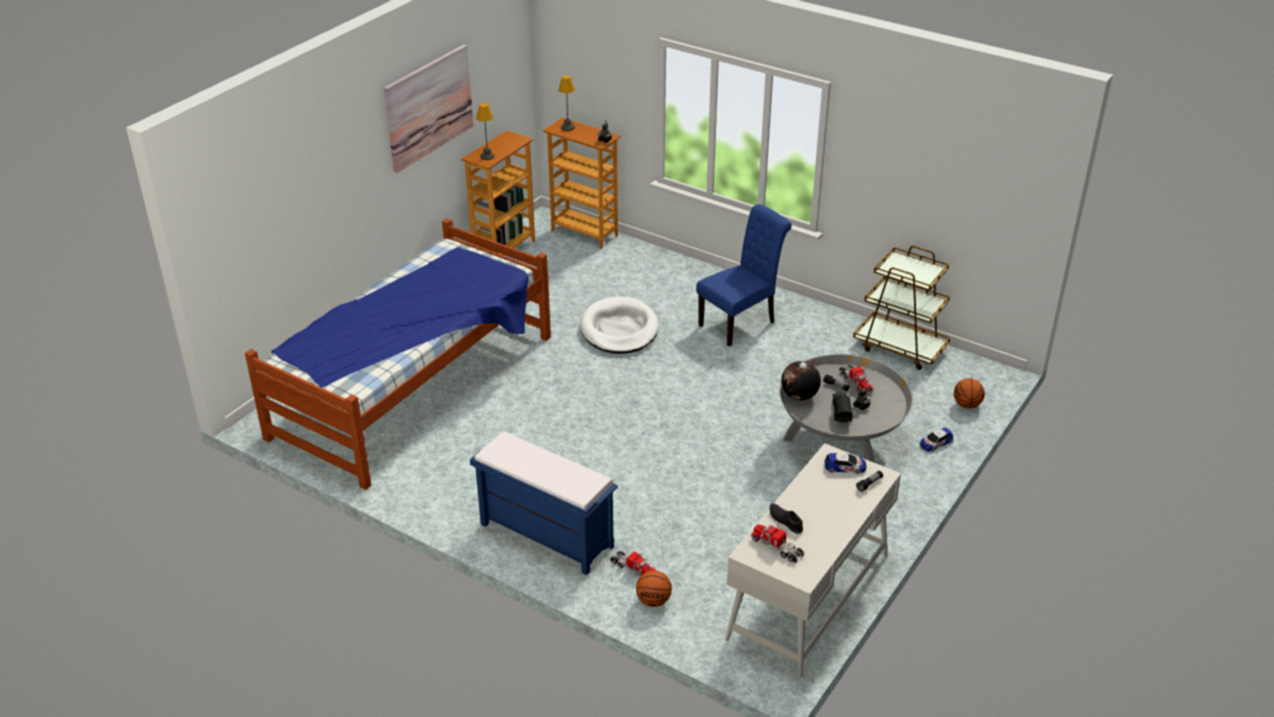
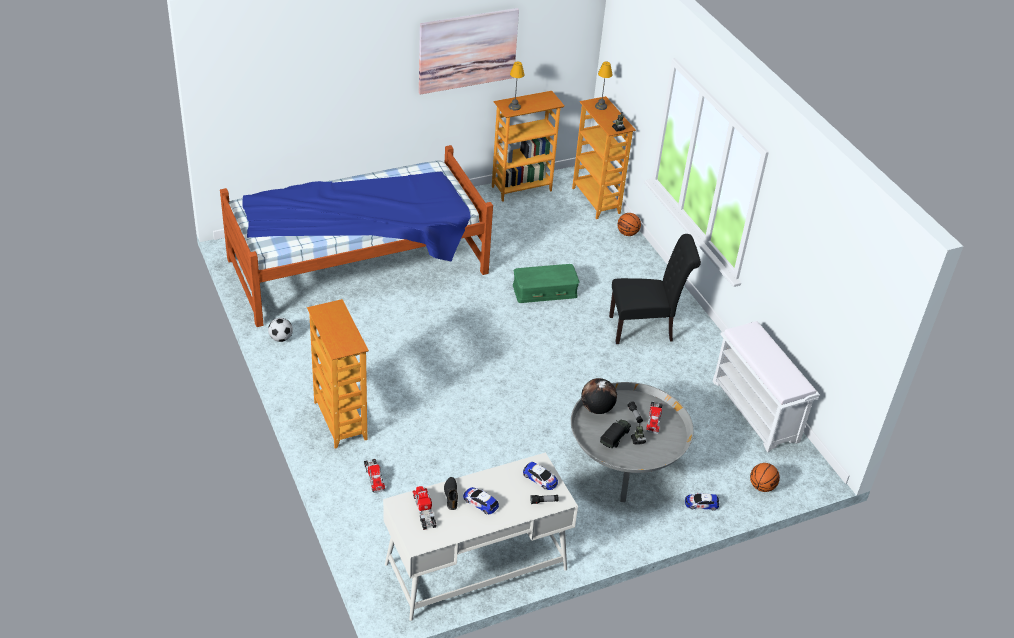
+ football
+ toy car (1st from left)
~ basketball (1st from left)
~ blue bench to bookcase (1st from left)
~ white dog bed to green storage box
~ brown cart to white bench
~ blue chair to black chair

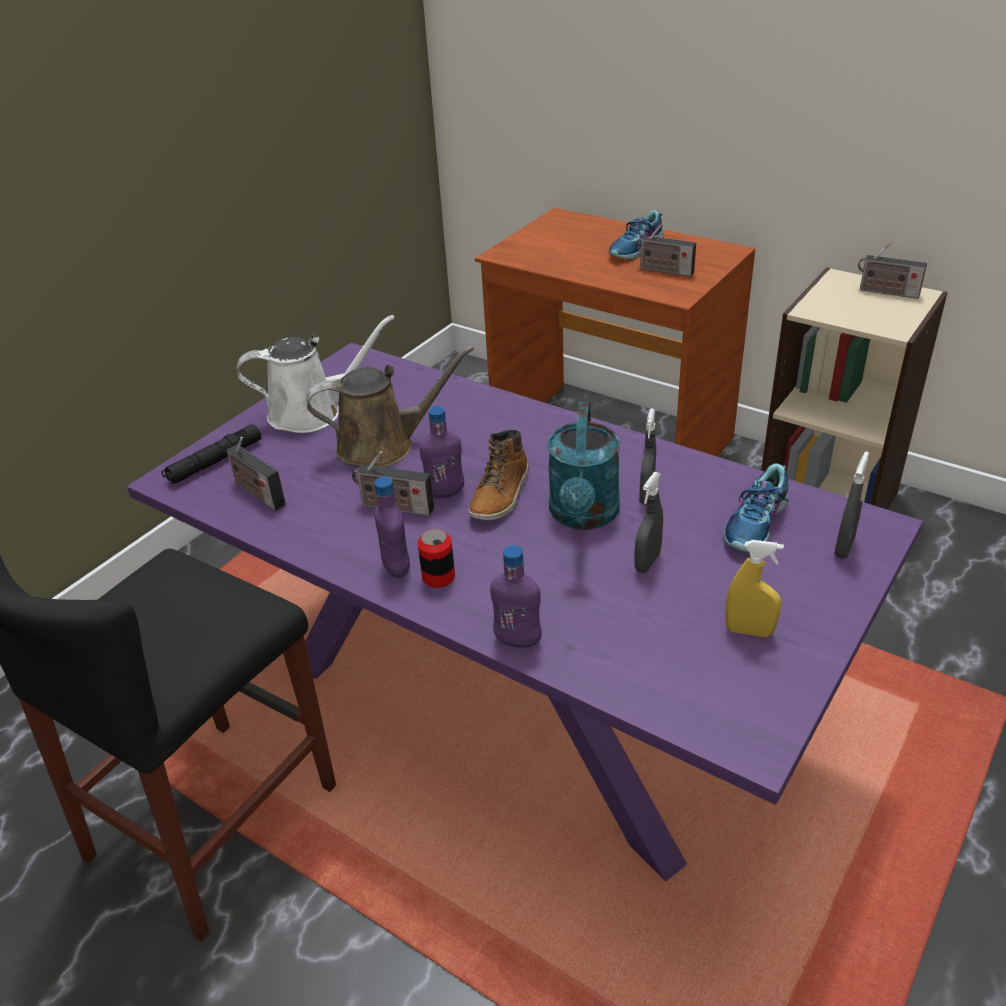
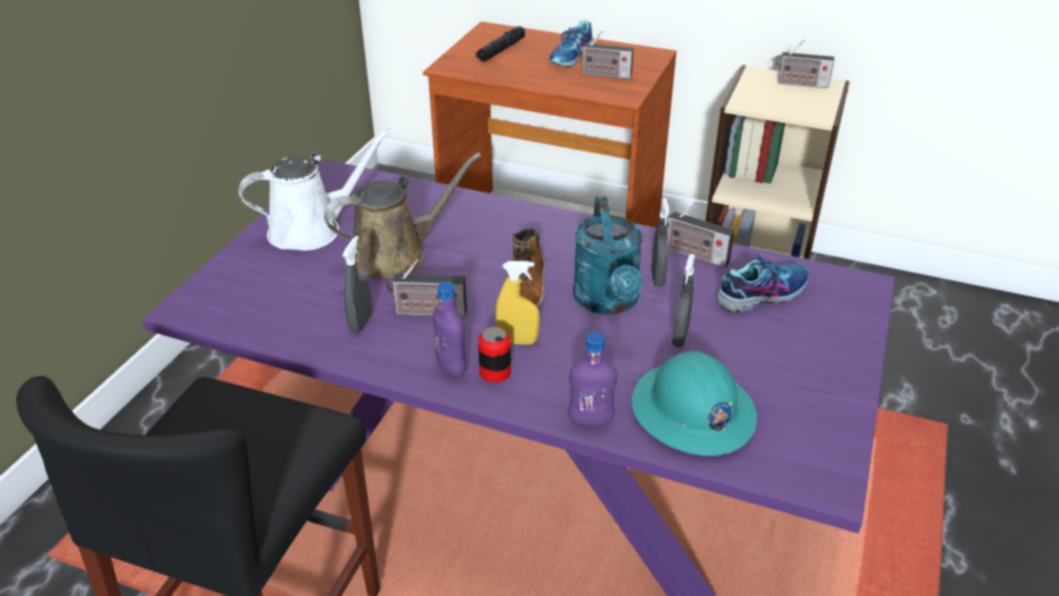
- purple bottle (2nd from left)
+ turquoise hard hat
~ black flashlight
~ radio (1st from left in the first image) to radio (3rd from left)
~ yellow spray bottle
~ grey spray bottle (3rd from left in the first image) to grey spray bottle (1st from left)
~ shoe (2nd from left) 135 degrees counterclockwise

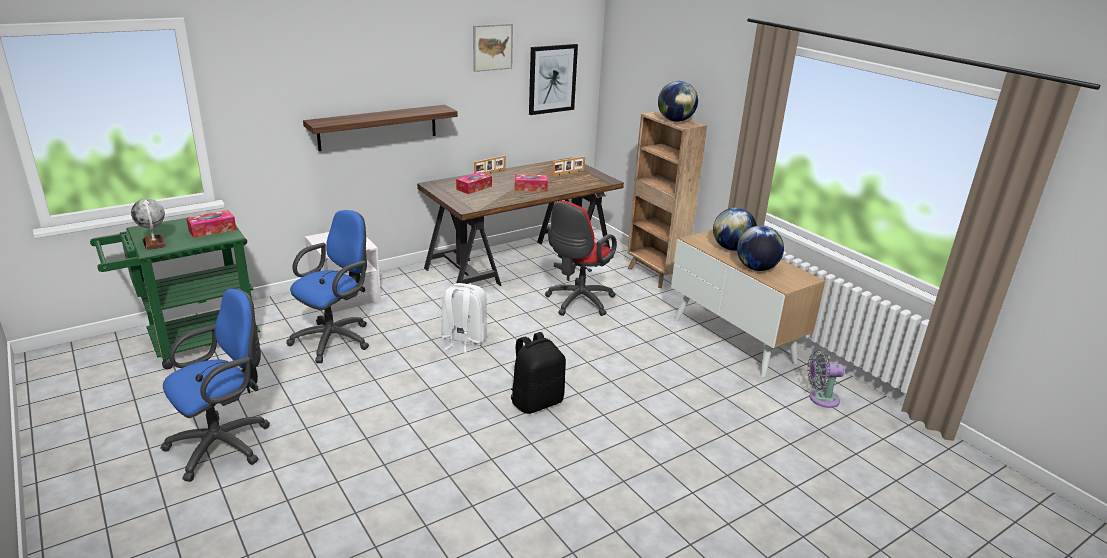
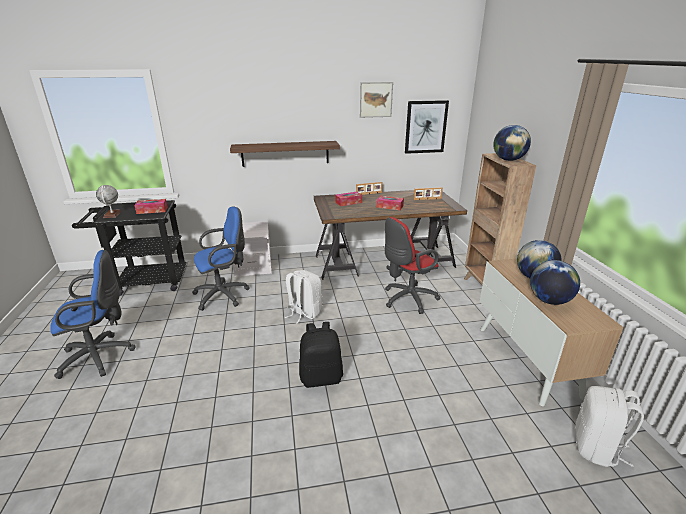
~ grey fan to white backpack (2nd from left)
~ green cart to black cart

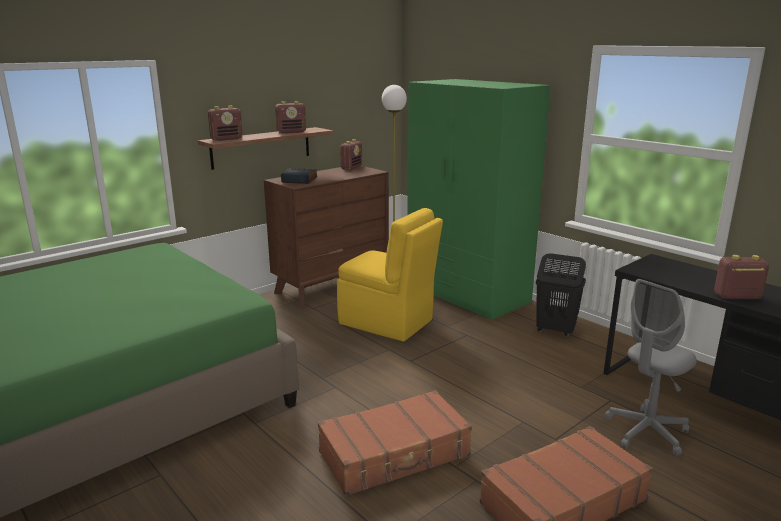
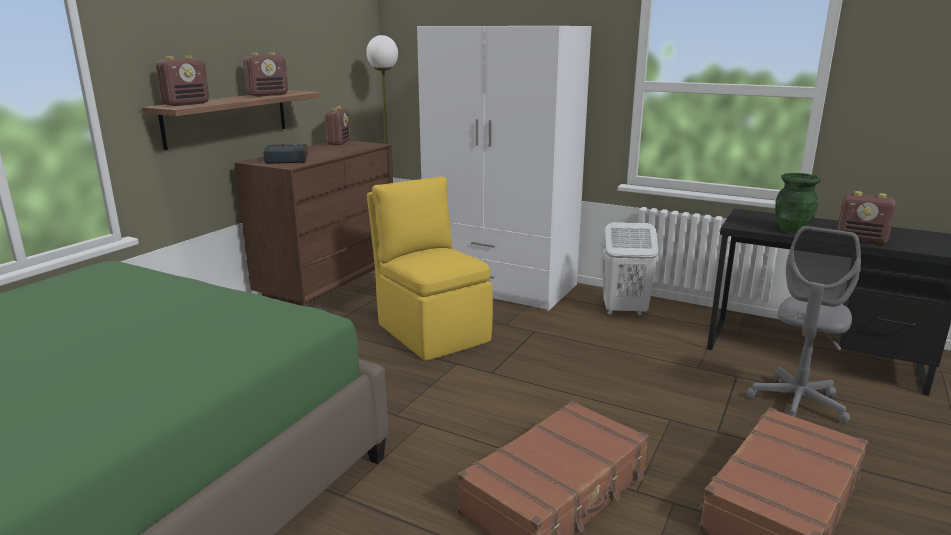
+ green vase
~ green wardrobe to white wardrobe
~ black laundry basket to white laundry basket
~ yellow chair 135 degrees counterclockwise
~ radio (4th from left) 135 degrees counterclockwise

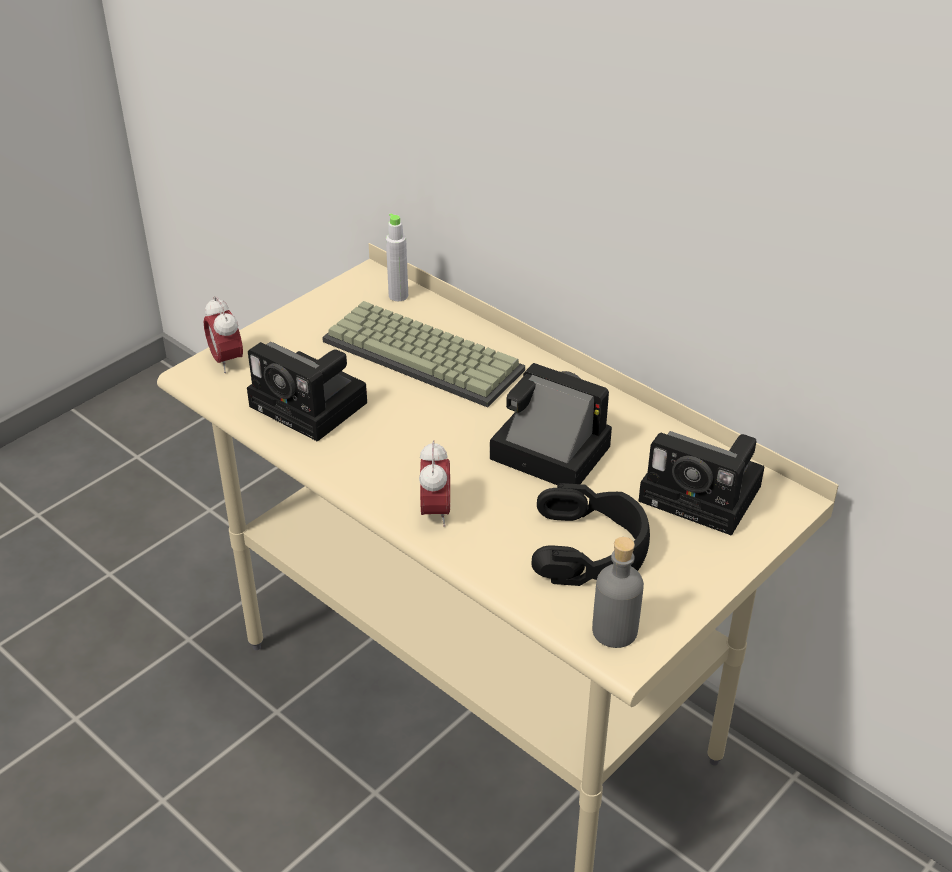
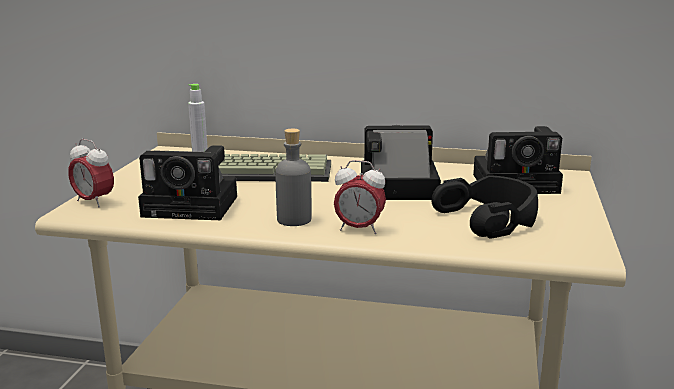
~ grey bottle (2nd from left)
~ alarm clock (2nd from left) 135 degrees clockwise

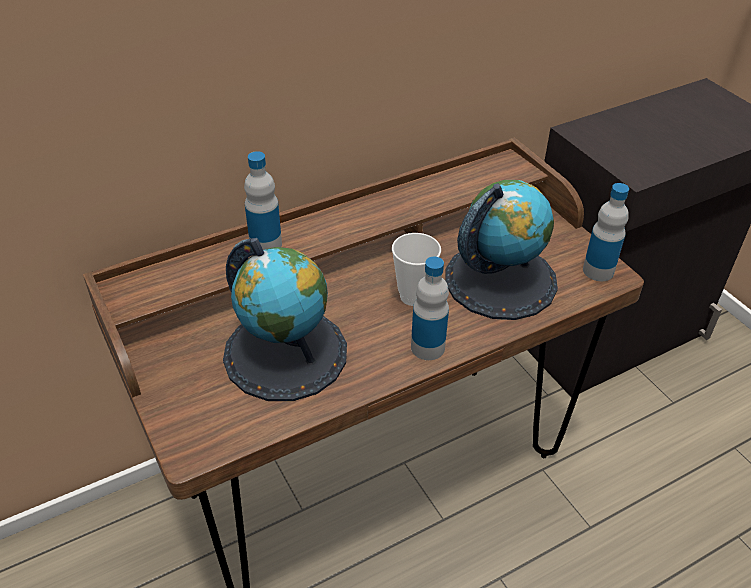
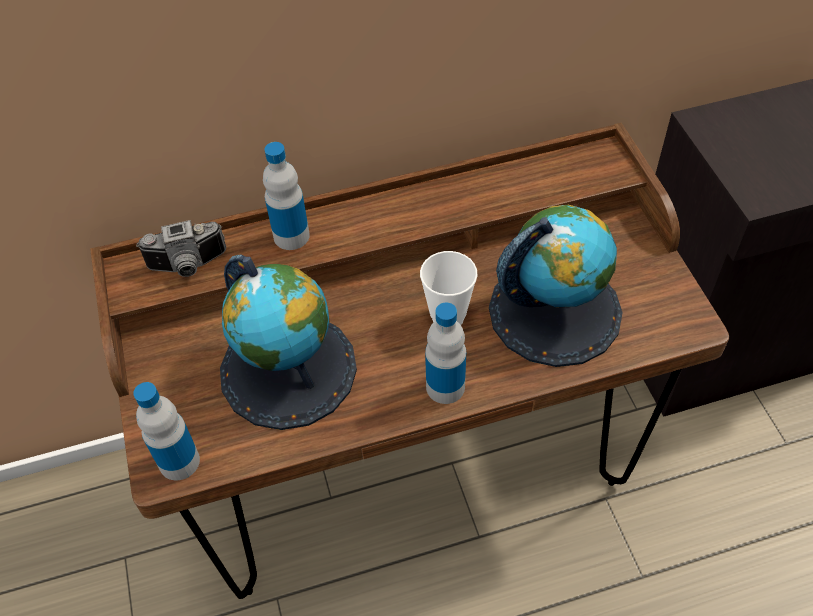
+ photo camera
~ bottle (3rd from left in the first image) to bottle (1st from left)

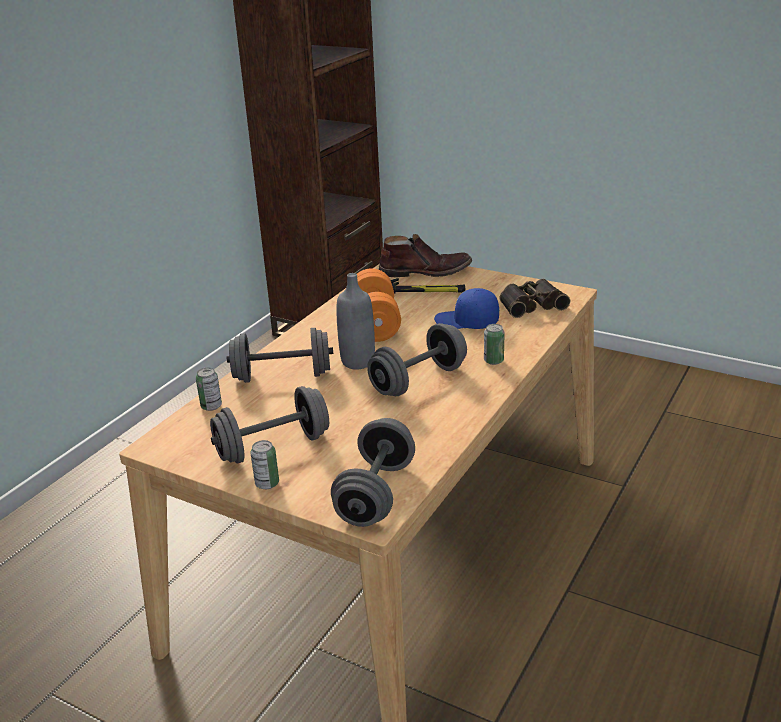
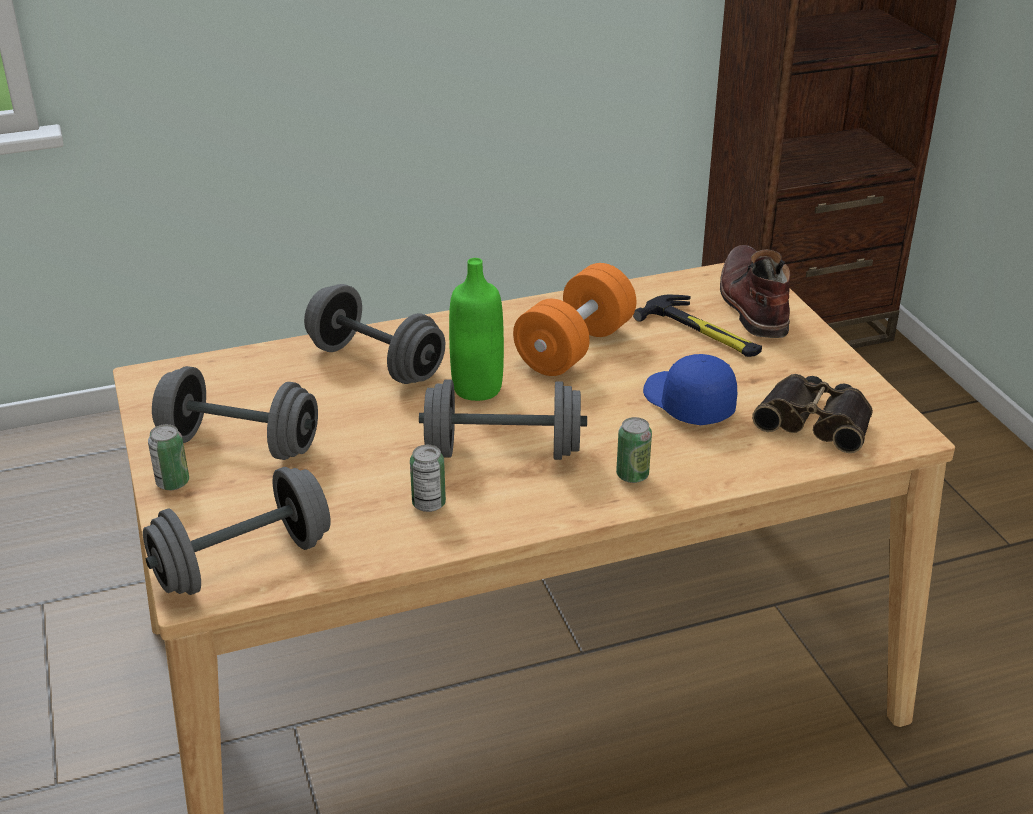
~ can (1st from left in the first image) to can (2nd from left)
~ grey bottle to green bottle
~ brown boot 135 degrees counterclockwise

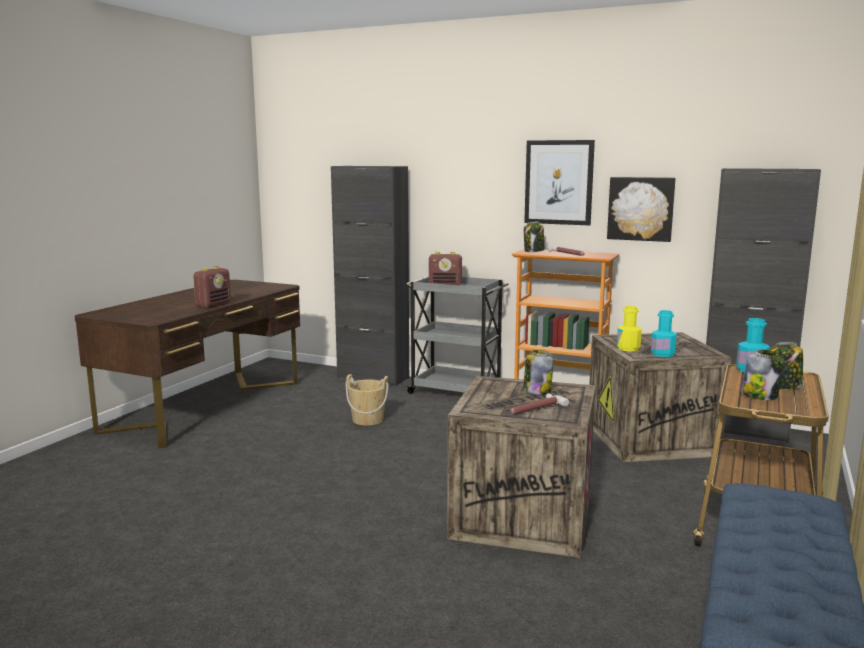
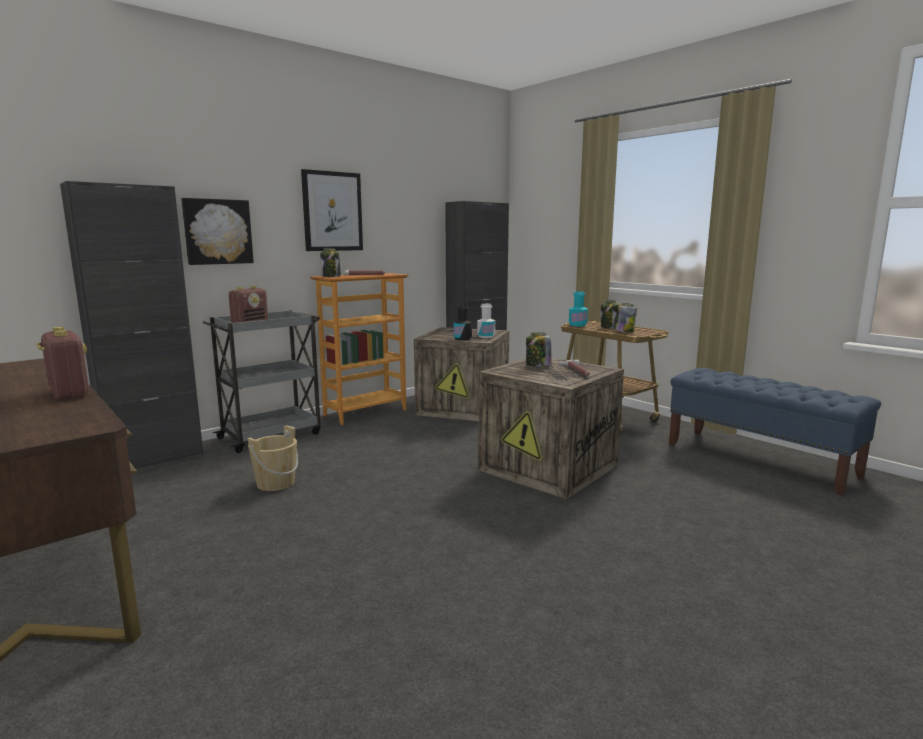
~ picture (2nd from left in the first image) to picture (1st from left)
~ yellow bottle to black bottle
~ turquoise bottle (1st from left) to white bottle

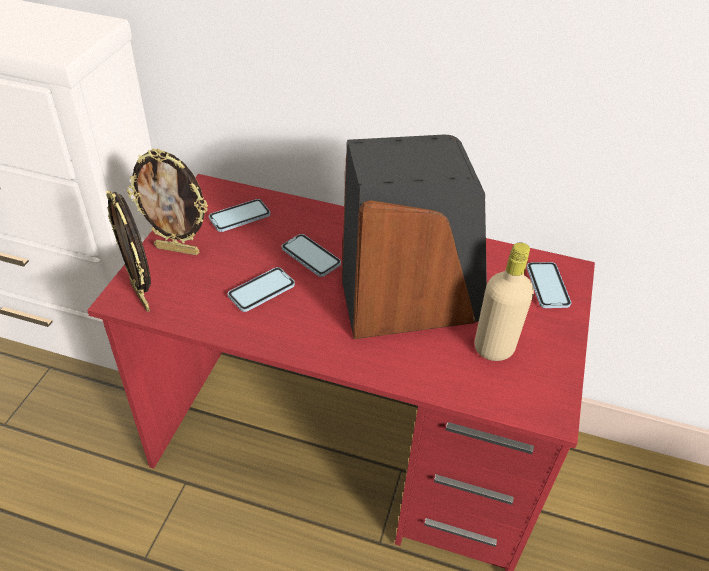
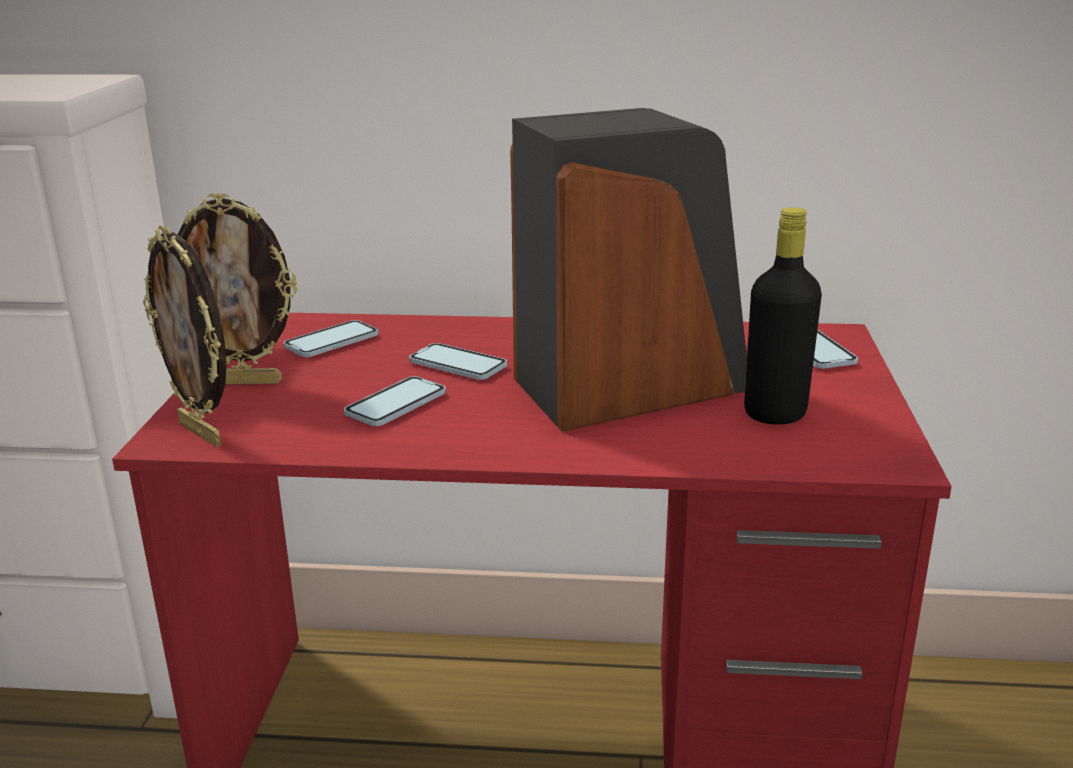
~ beige bottle to black bottle

